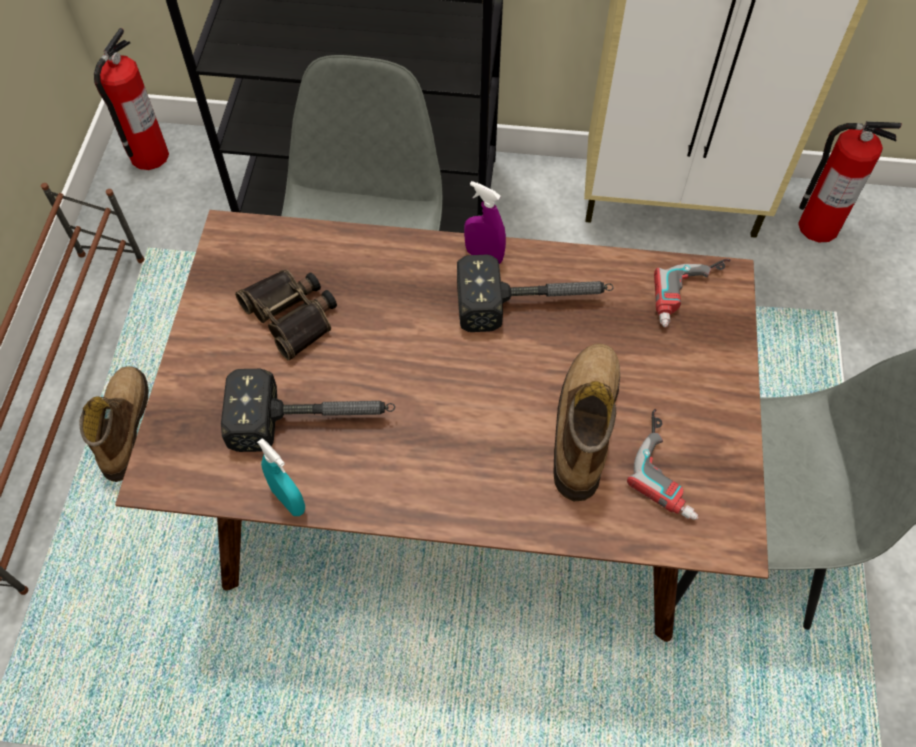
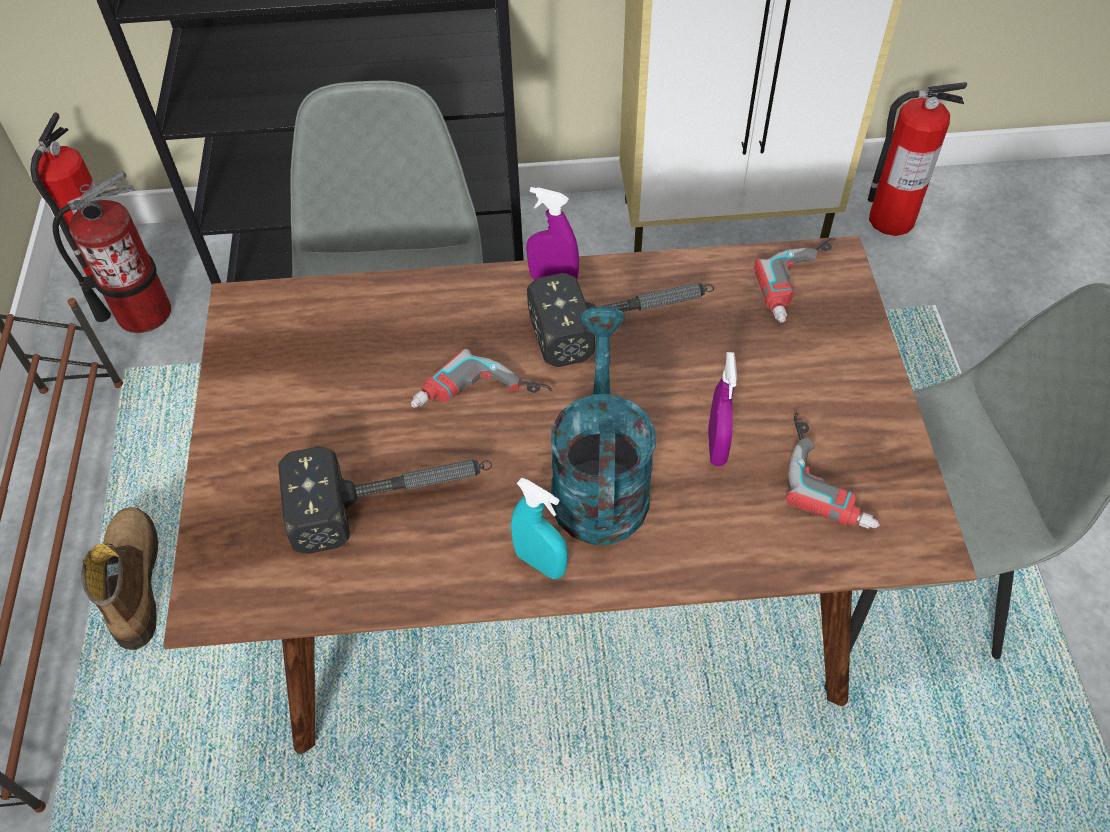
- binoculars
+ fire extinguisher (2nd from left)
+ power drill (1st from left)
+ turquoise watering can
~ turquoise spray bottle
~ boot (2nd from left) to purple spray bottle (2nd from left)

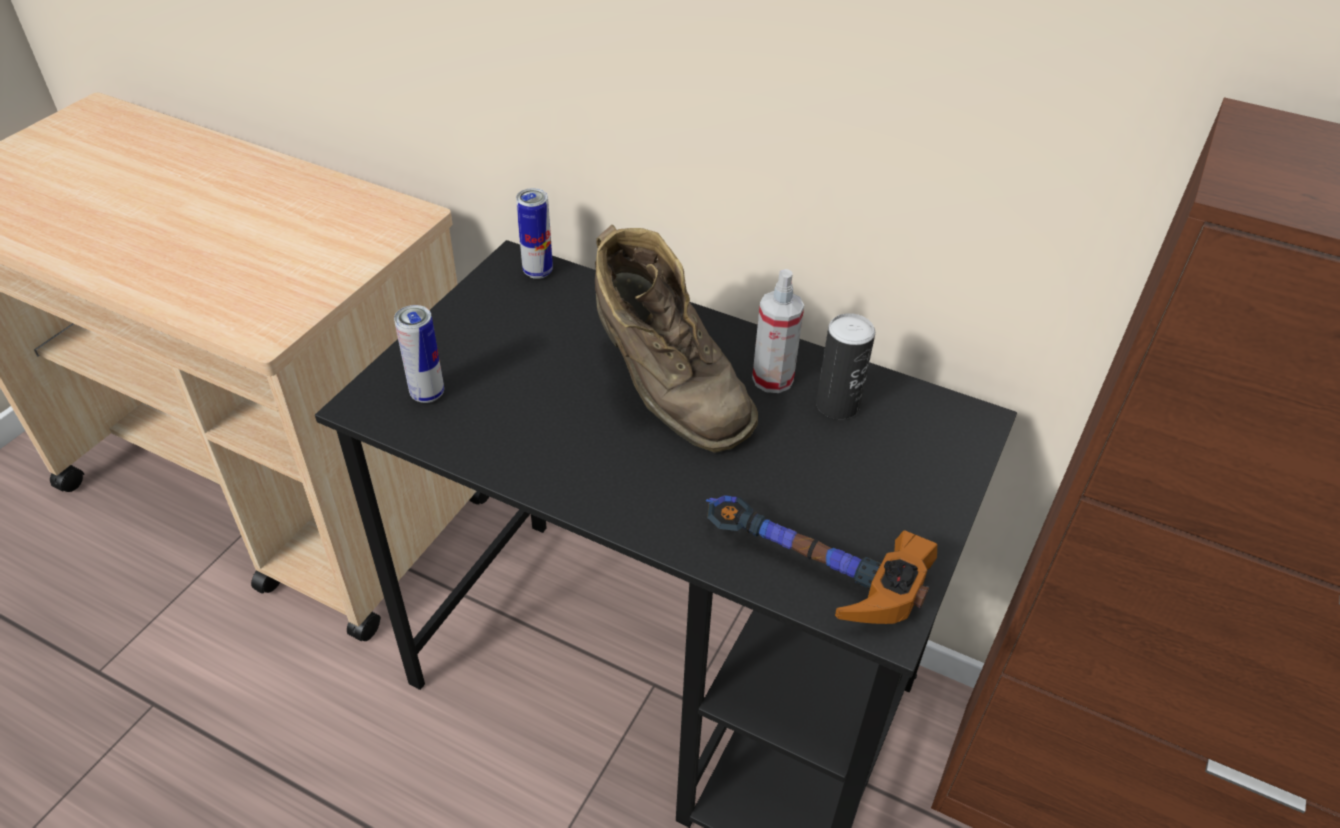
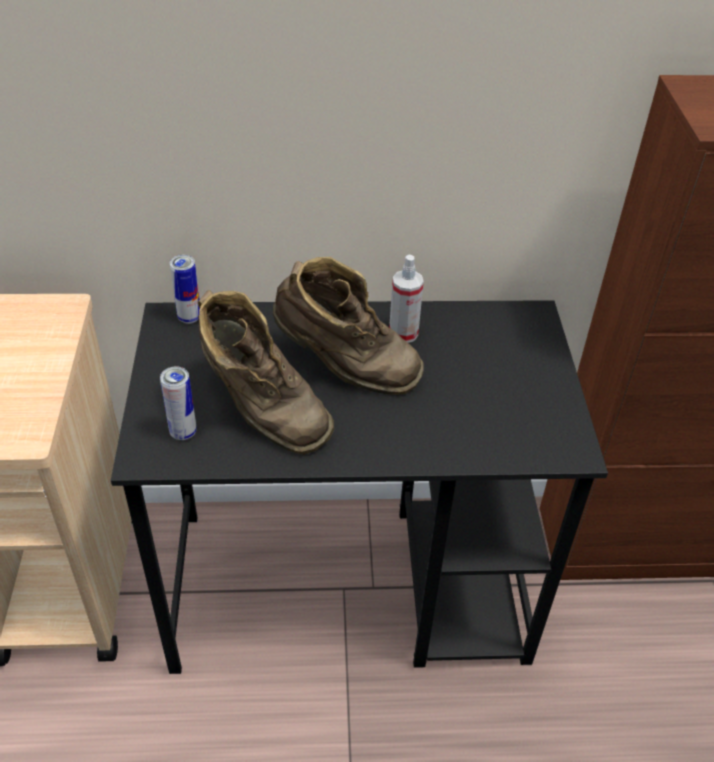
- hammer
- can (3rd from left)
+ brown boot (1st from left)

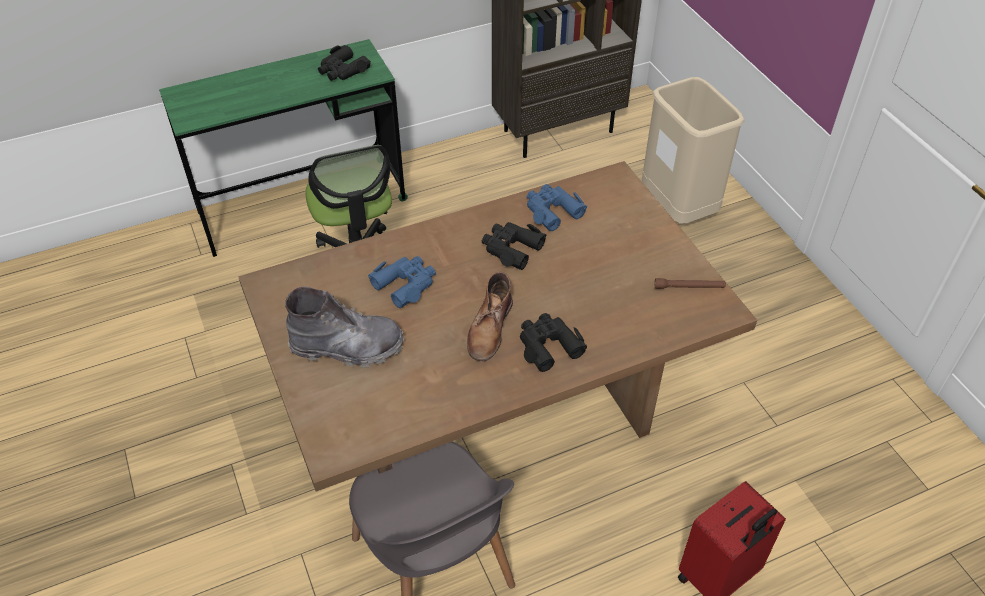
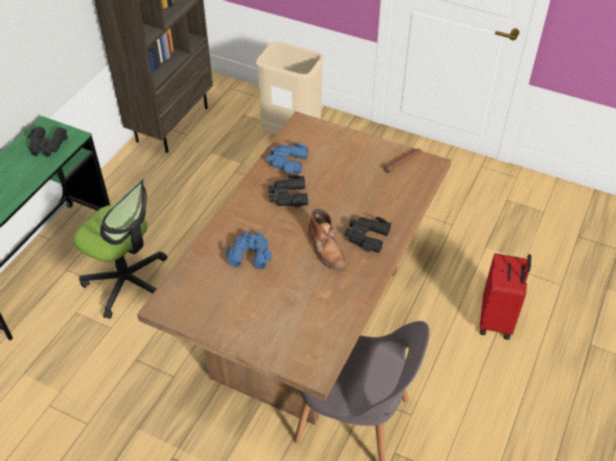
- grey boot

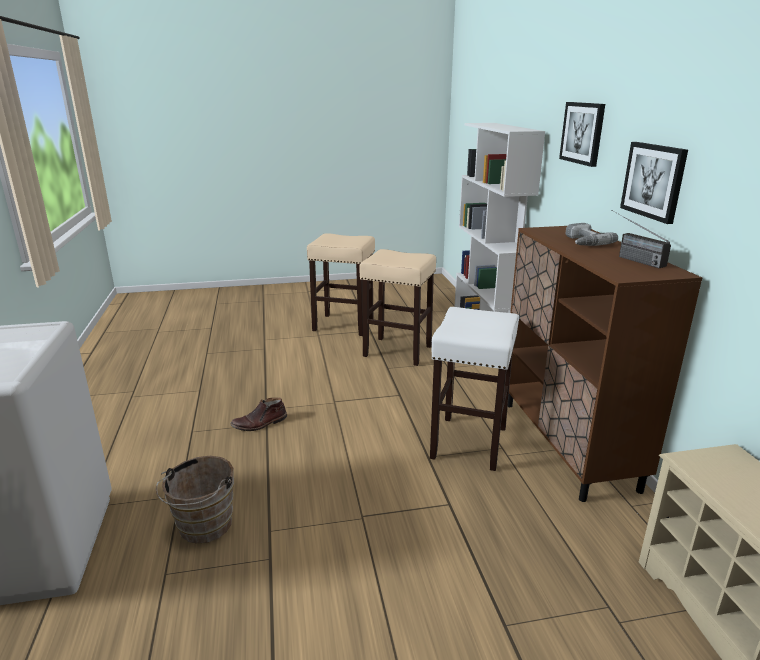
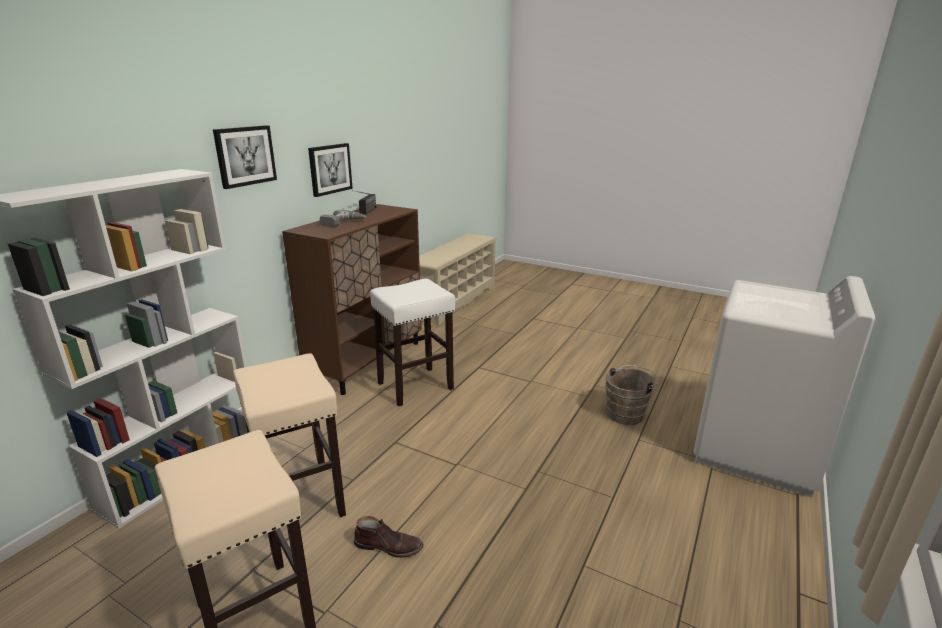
~ brown boot

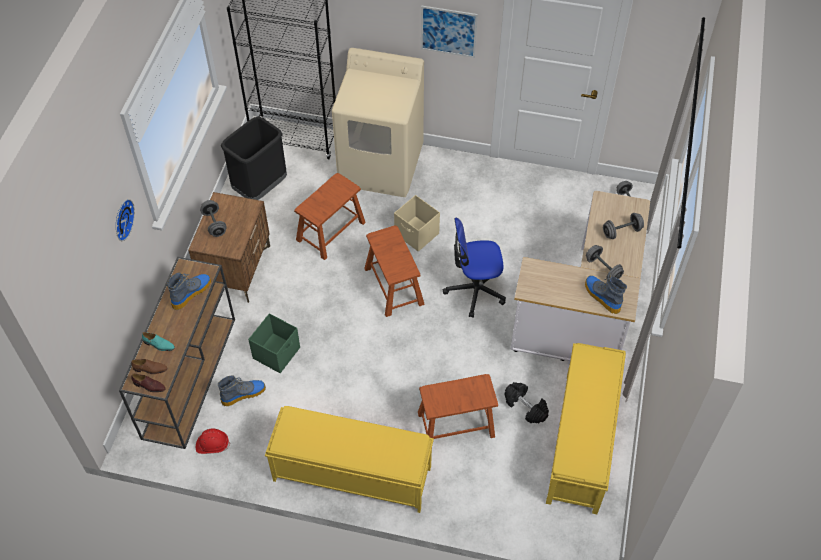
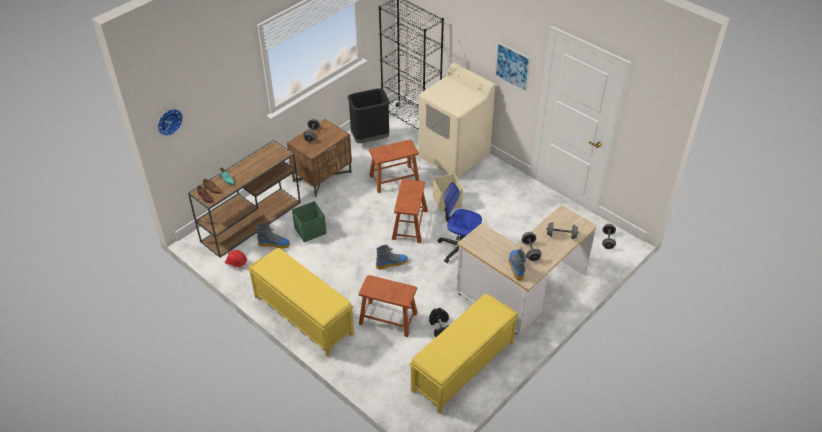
~ wall clock
~ boot (1st from left in the first image) to boot (2nd from left)

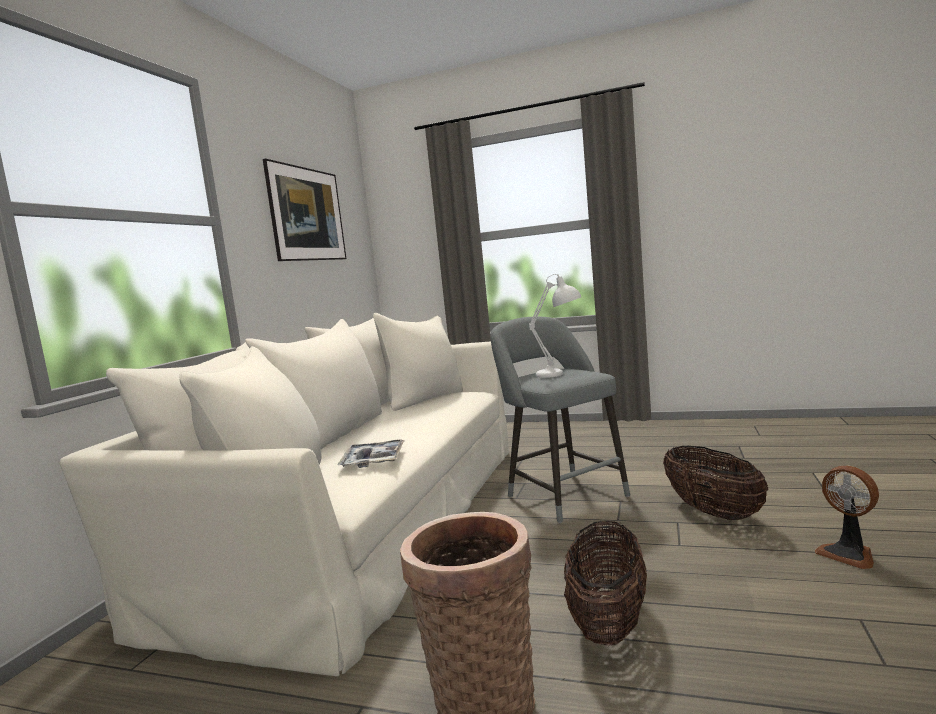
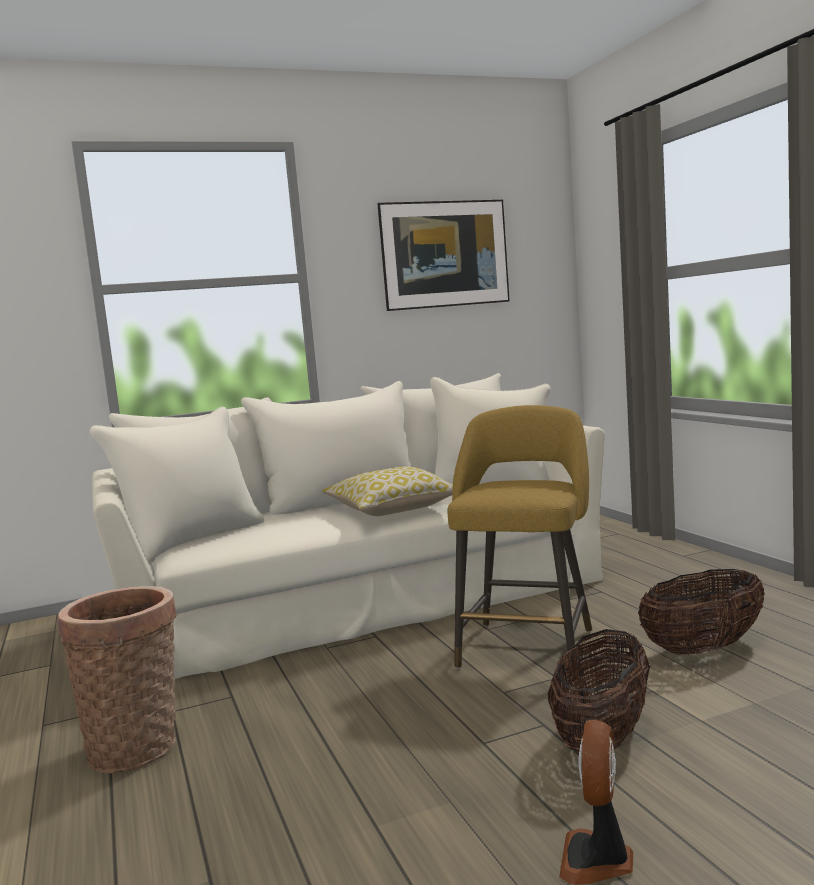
- tray
- white table lamp
+ pillow
~ basket (2nd from left in the first image) to basket (3rd from left)
~ grey stool to yellow stool

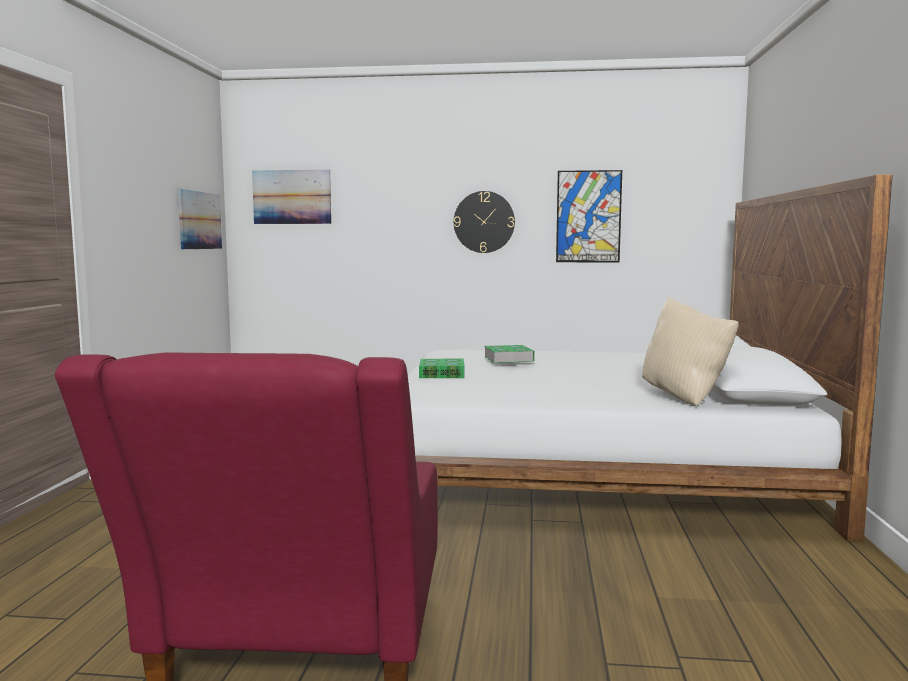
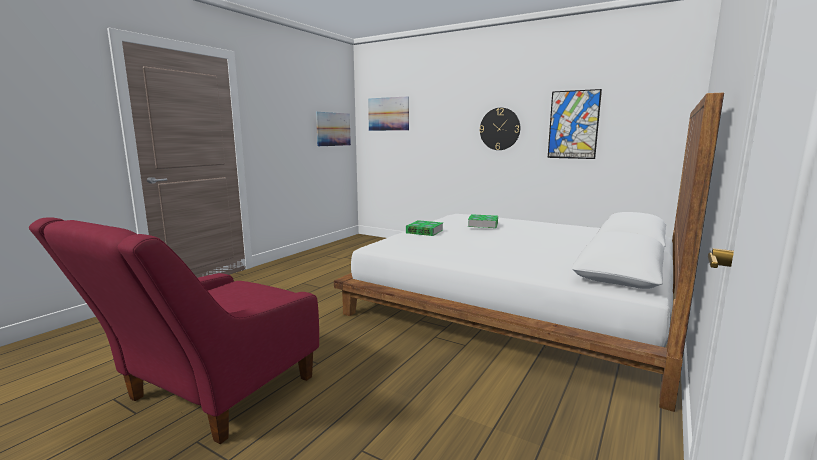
- beige pillow

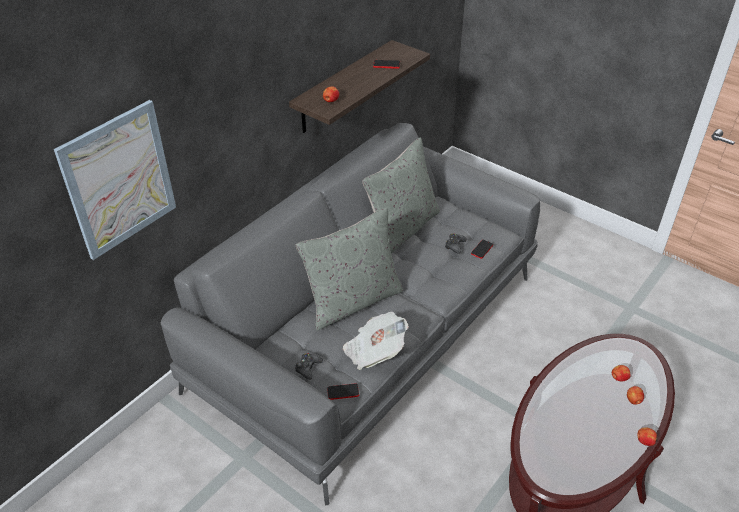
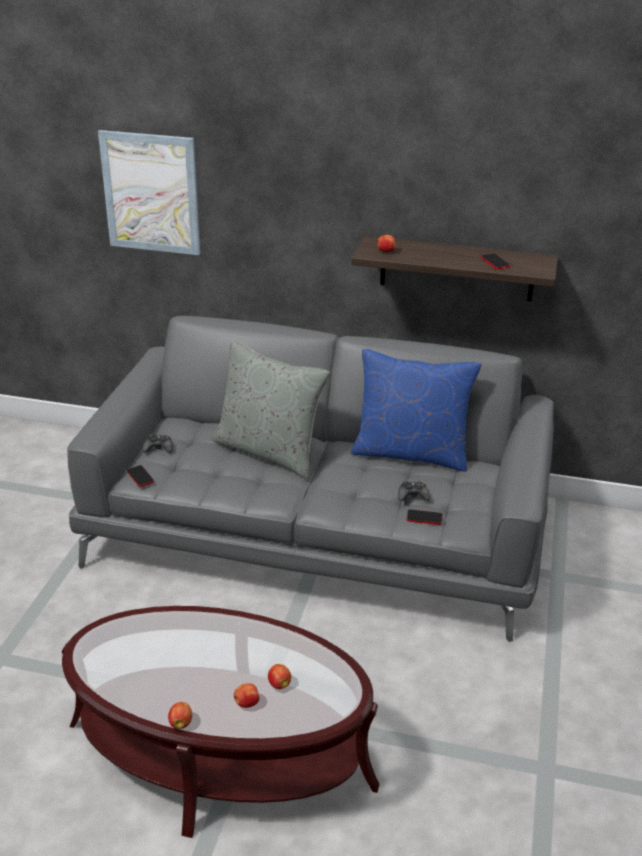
- newspaper
~ grey pillow (2nd from left) to blue pillow

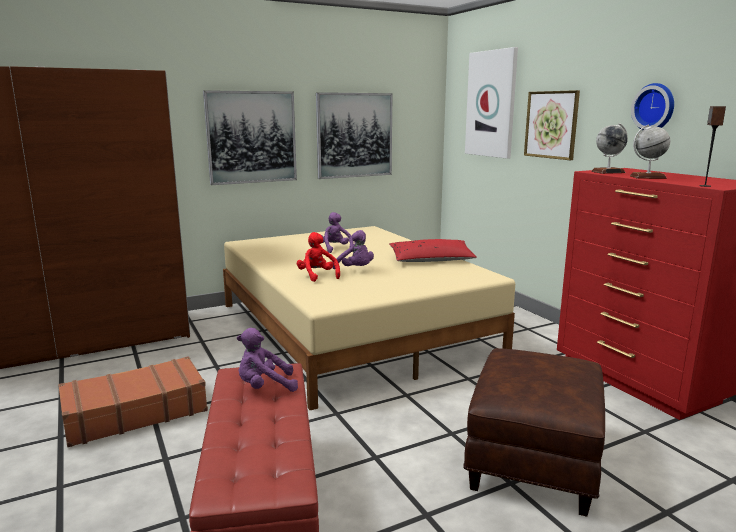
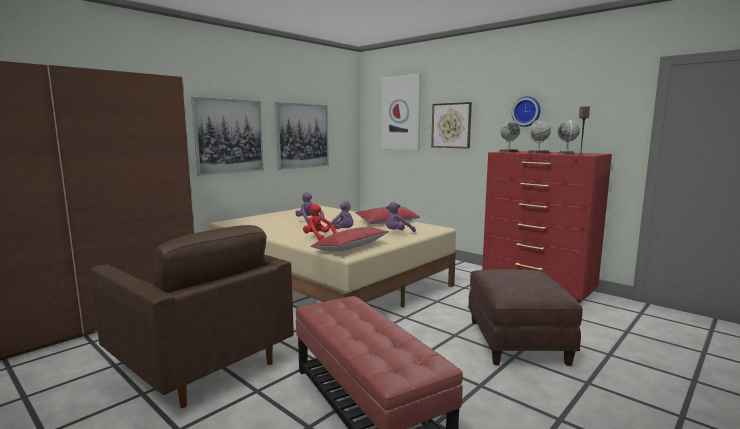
+ red pillow (1st from left)
+ globe (3rd from left)
~ purple plush toy (1st from left in the first image) to purple plush toy (3rd from left)
~ brown suitcase to brown armchair

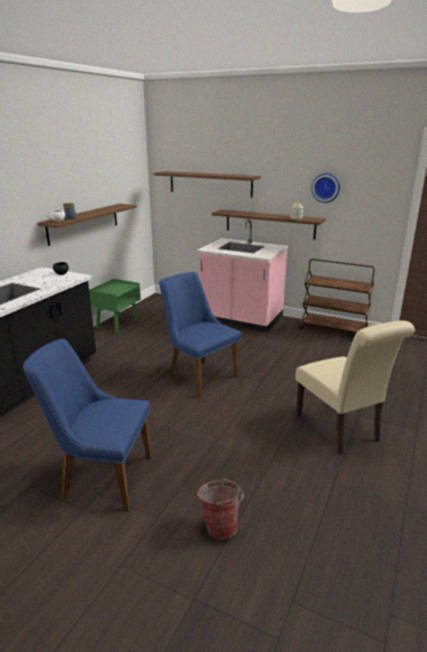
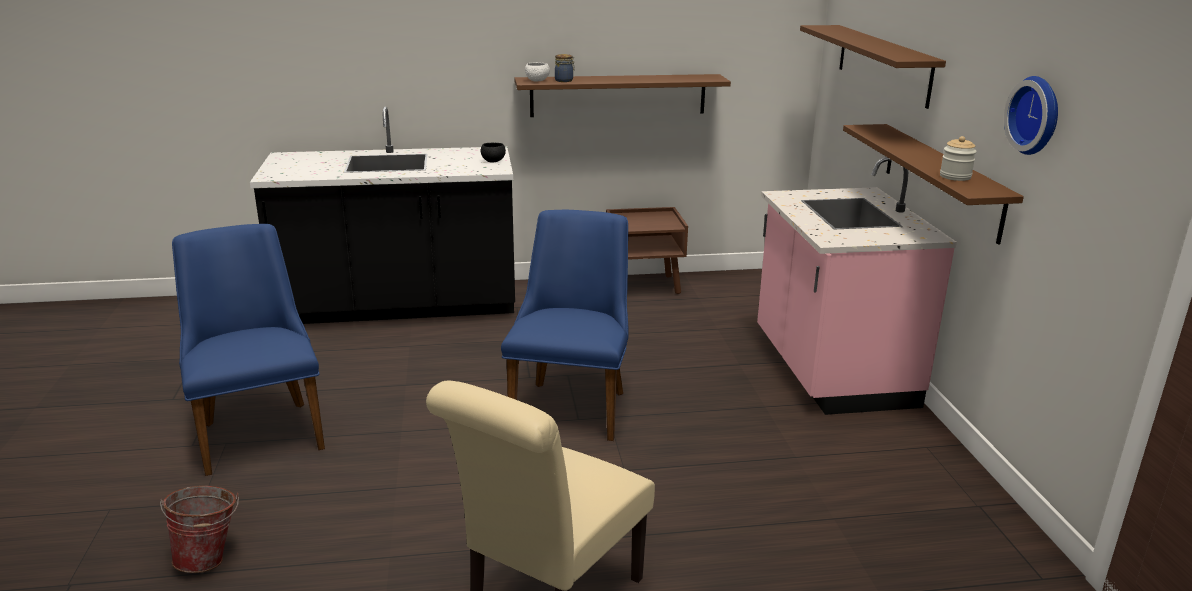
- brown cart
~ green nightstand to brown nightstand

